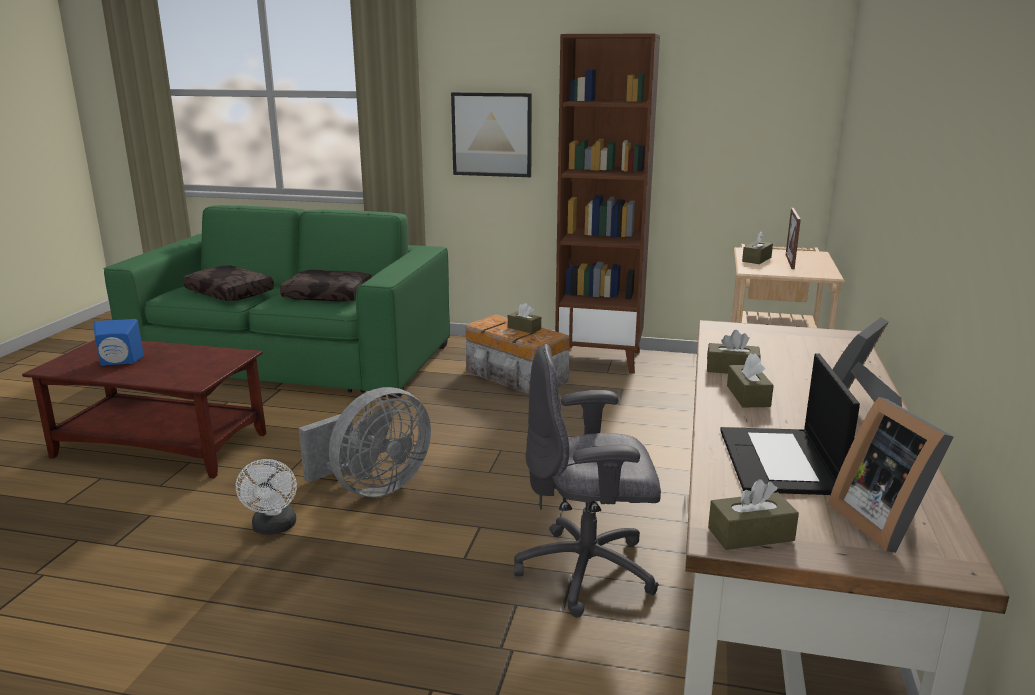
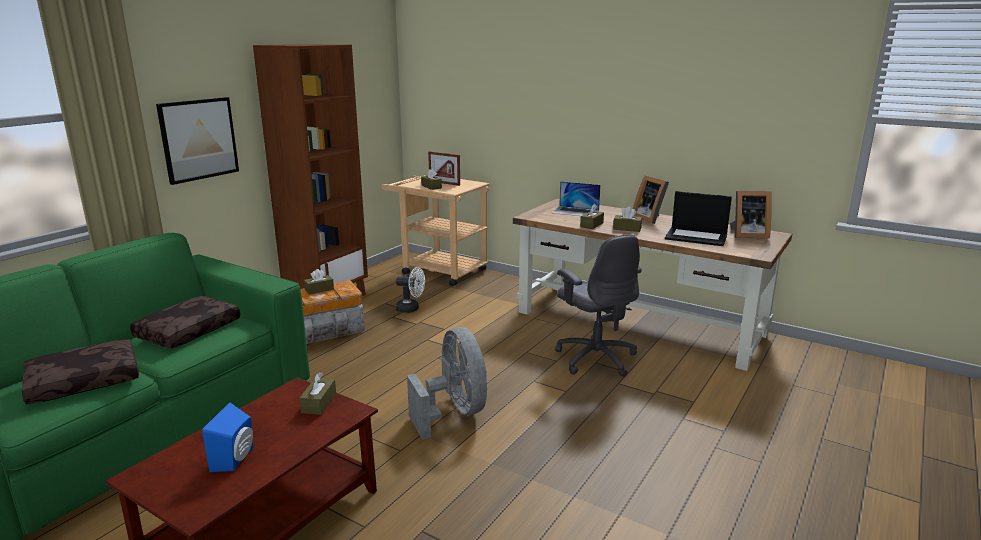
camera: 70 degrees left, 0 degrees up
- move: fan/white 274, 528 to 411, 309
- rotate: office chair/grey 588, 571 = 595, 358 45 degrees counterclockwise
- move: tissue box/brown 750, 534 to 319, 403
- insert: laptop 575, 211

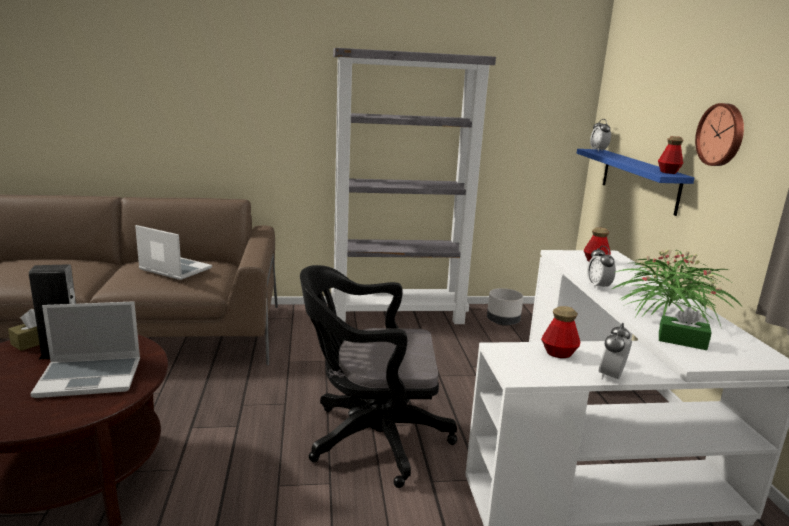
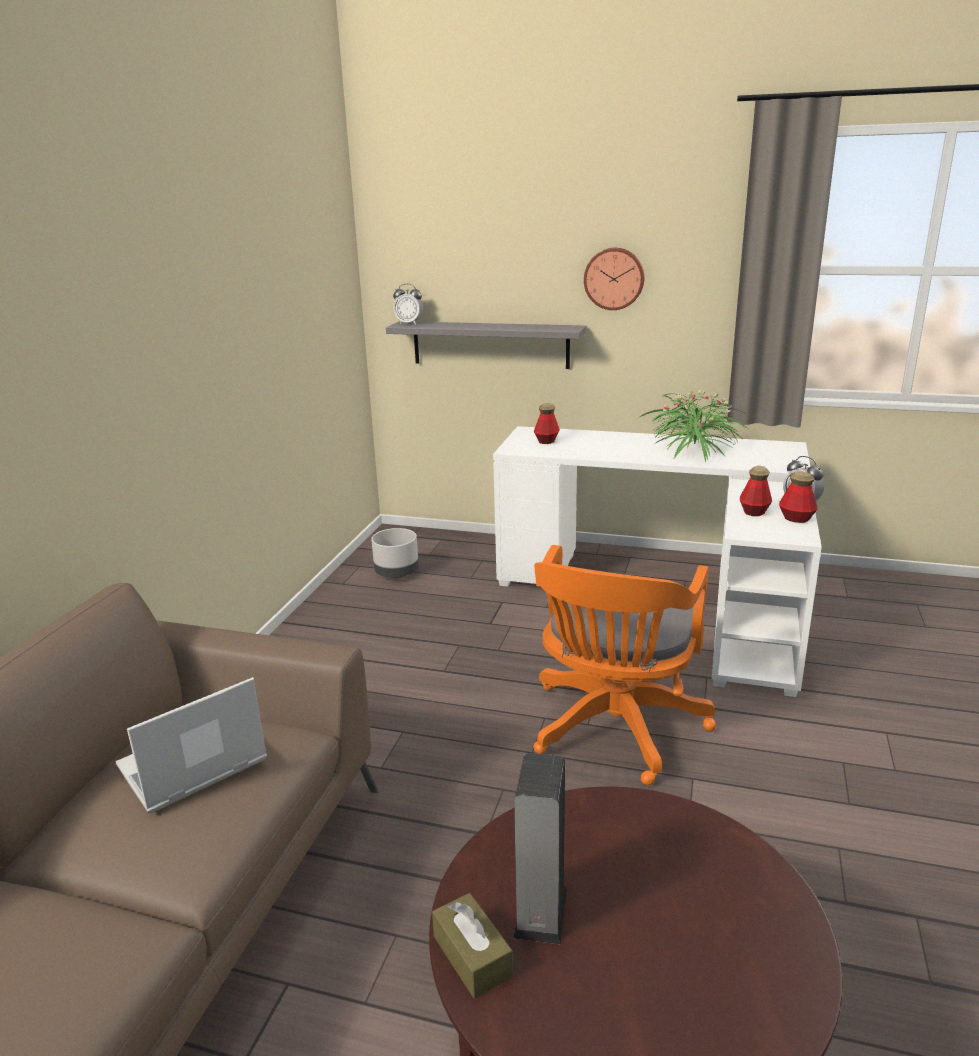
camera: 65 degrees left, 5 degrees up
- delete: laptop 91, 377
- recolor: office chair/black 370, 438 to office chair/orange 614, 730
- delete: bookcase/grey 398, 315
- recolor: shelf/blue 639, 180 to shelf/grey 490, 344
- delete: alarm clock 598, 287
- move: bottle 668, 172 to 796, 518
- delete: tissue box/green 682, 341

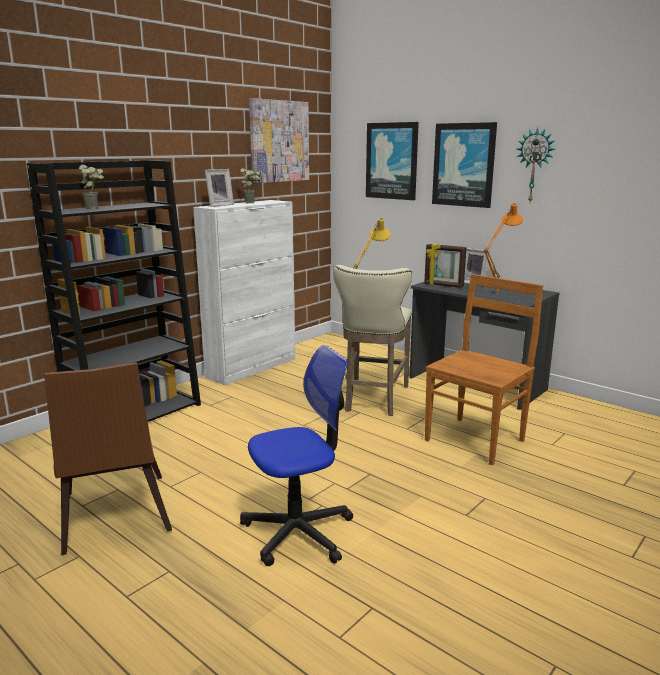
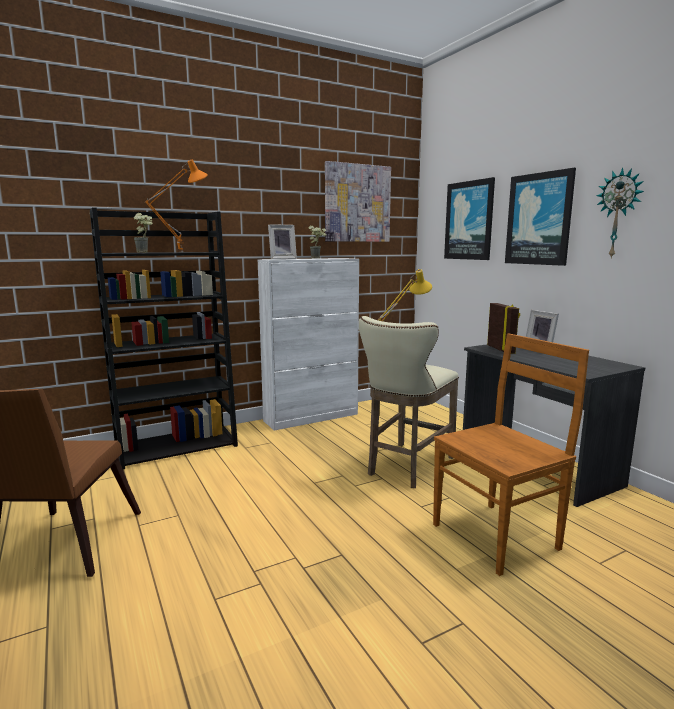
camera: 20 degrees right, 5 degrees down
- delete: office chair 298, 532
- rotate: picture frame 443, 285 = 501, 349 150 degrees counterclockwise
- move: table lamp/orange 495, 293 to 181, 252

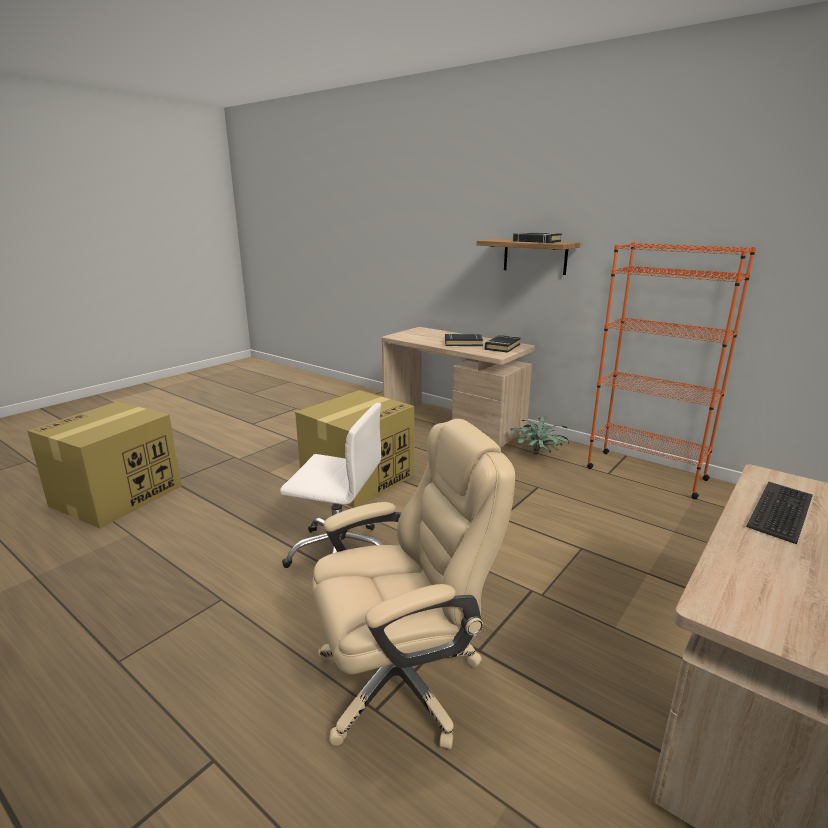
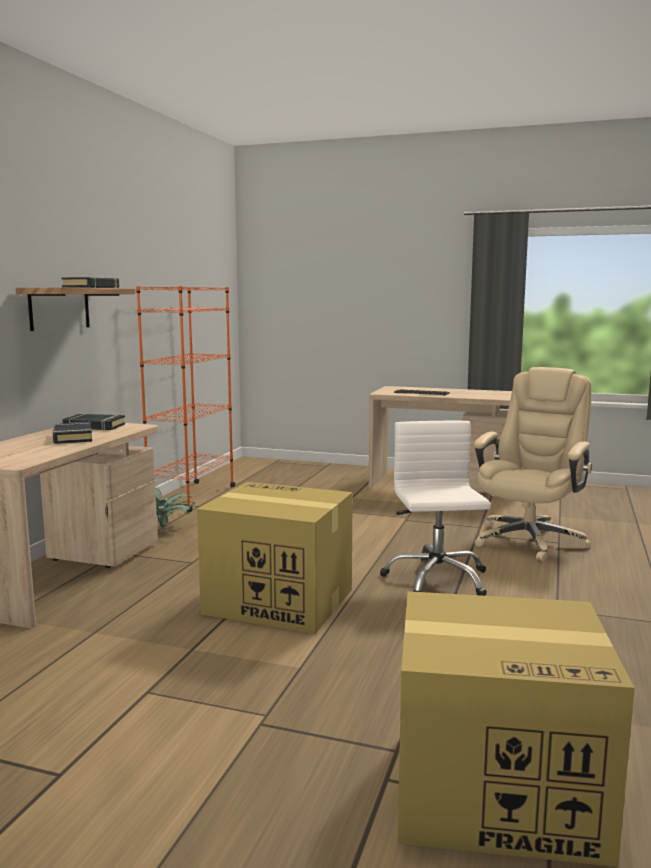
camera: 110 degrees left, 10 degrees down
- rotate: office chair/beige 402, 680 = 529, 540 75 degrees clockwise

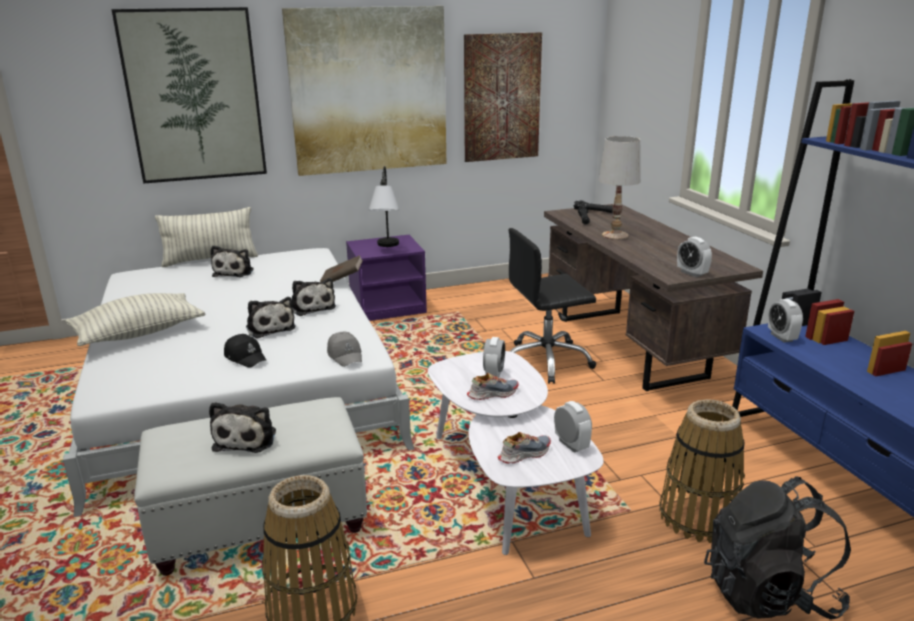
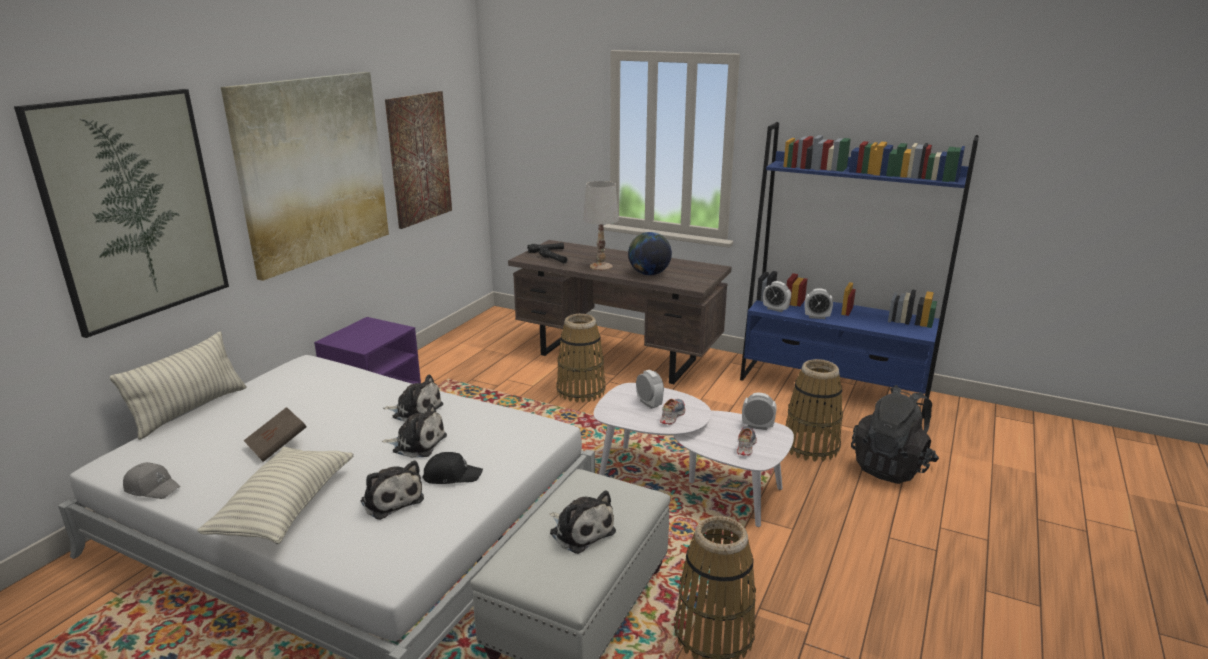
camera: 45 degrees left, 0 degrees up
- move: plush toy 234, 272 to 391, 499
- move: book/brown 342, 280 to 277, 446
- move: cap/grey 345, 355 to 152, 488
- delete: table lamp 386, 248
- replace: office chair/black 546, 361 to basket 580, 390
- move: alarm clock 692, 273 to 817, 317
- insert: globe 649, 274

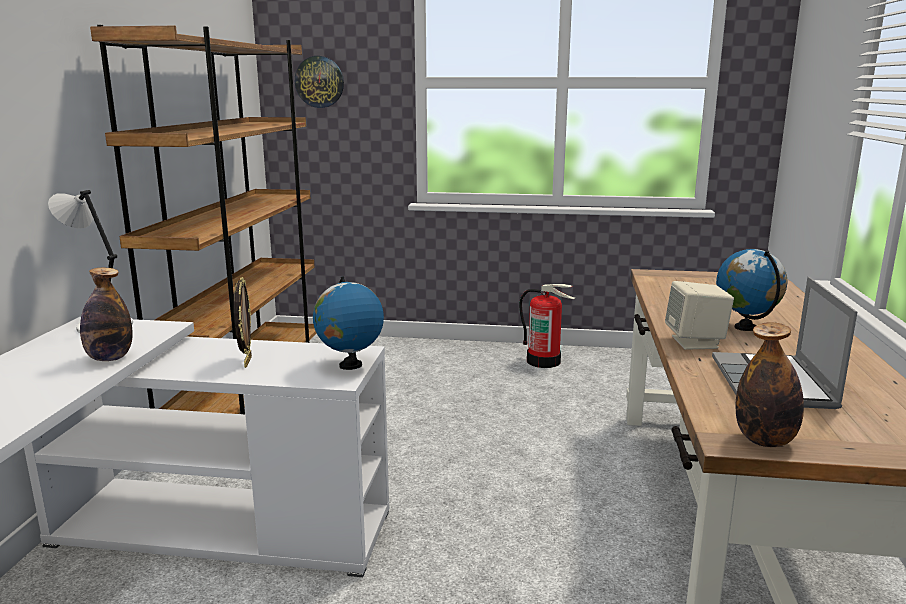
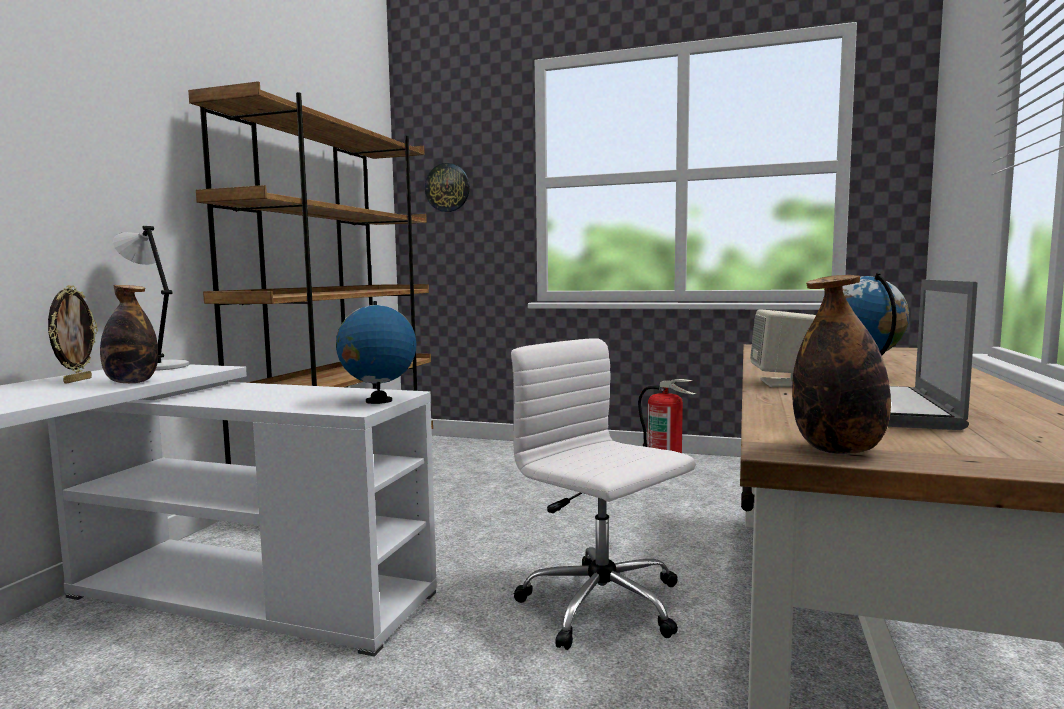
camera: 10 degrees right, 10 degrees down
- move: picture frame 246, 361 to 77, 380
- insert: office chair/white 604, 606

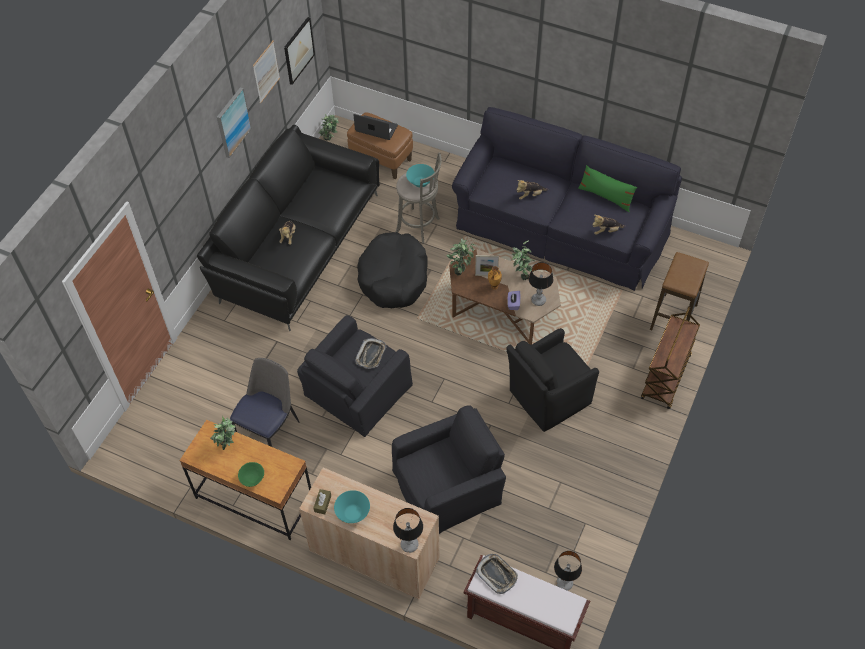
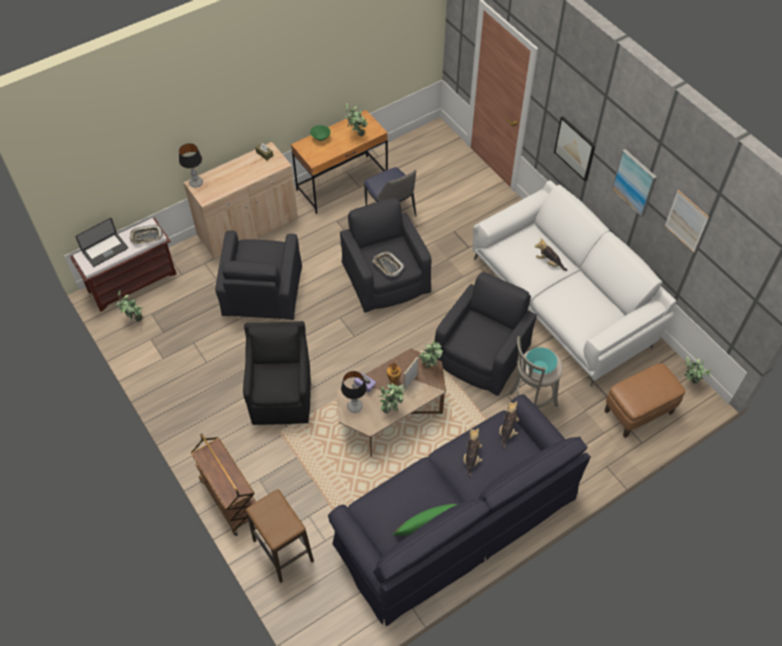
camera: 120 degrees right, 0 degrees up
- recolor: sofa/black 297, 245 to sofa/white 563, 301
- move: picture 298, 50 to 575, 148
- delete: bowl/turquoise 353, 513
- move: laptop 376, 128 to 105, 250
- replace: dog bed/black 394, 278 to armchair/black 482, 352
- replace: table lamp 564, 583 to potted plant 134, 319
- move: plush toy 606, 231 to 507, 430

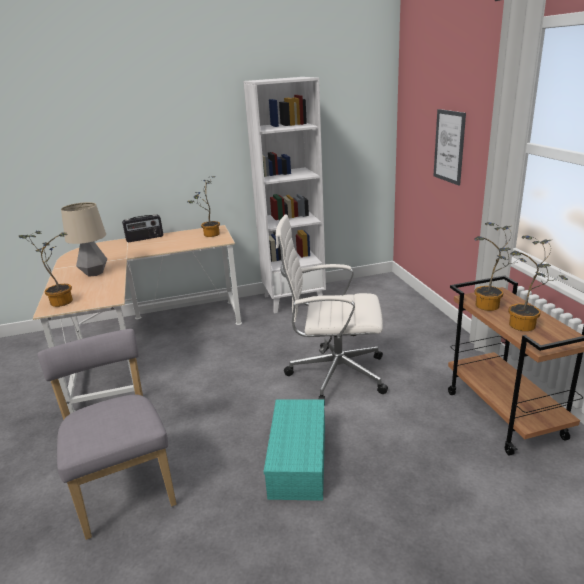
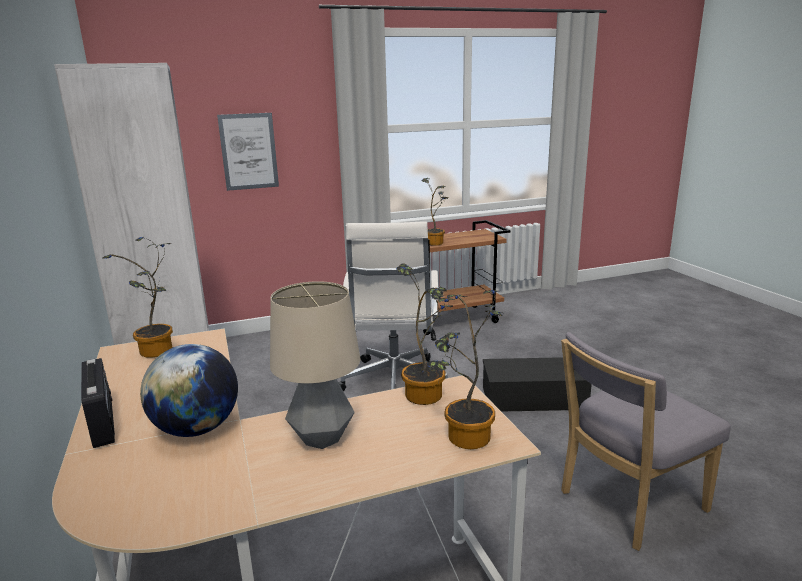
camera: 95 degrees left, 5 degrees down
- recolor: storage box/turquoise 299, 460 to storage box/black 535, 397
- move: potted plant 526, 327 to 428, 393
- insert: globe 197, 429

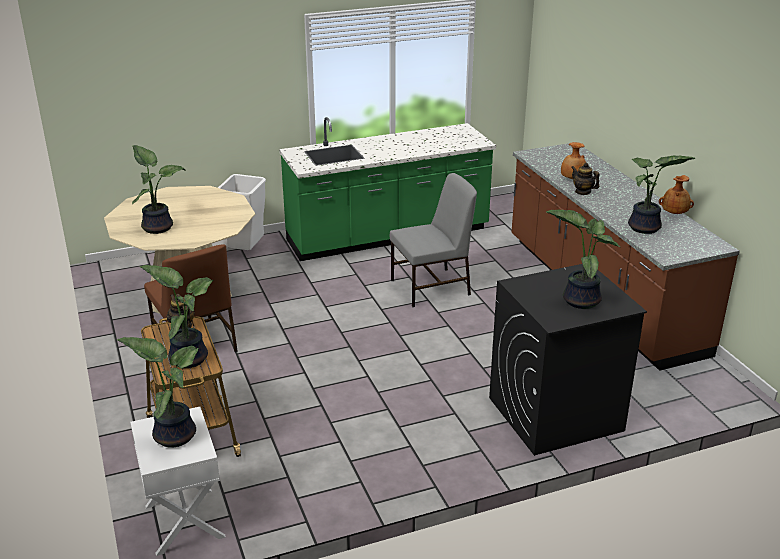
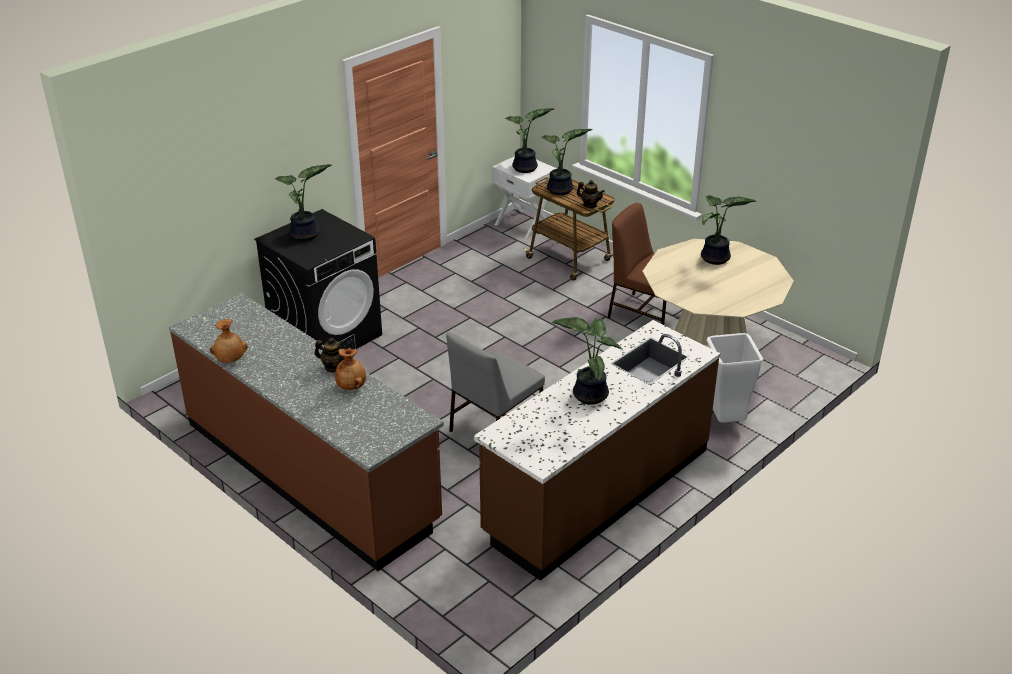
camera: 155 degrees right, 5 degrees up
- recolor: counter/green 388, 236 to counter/brown 597, 491
- move: potted plant 645, 229 to 588, 394

